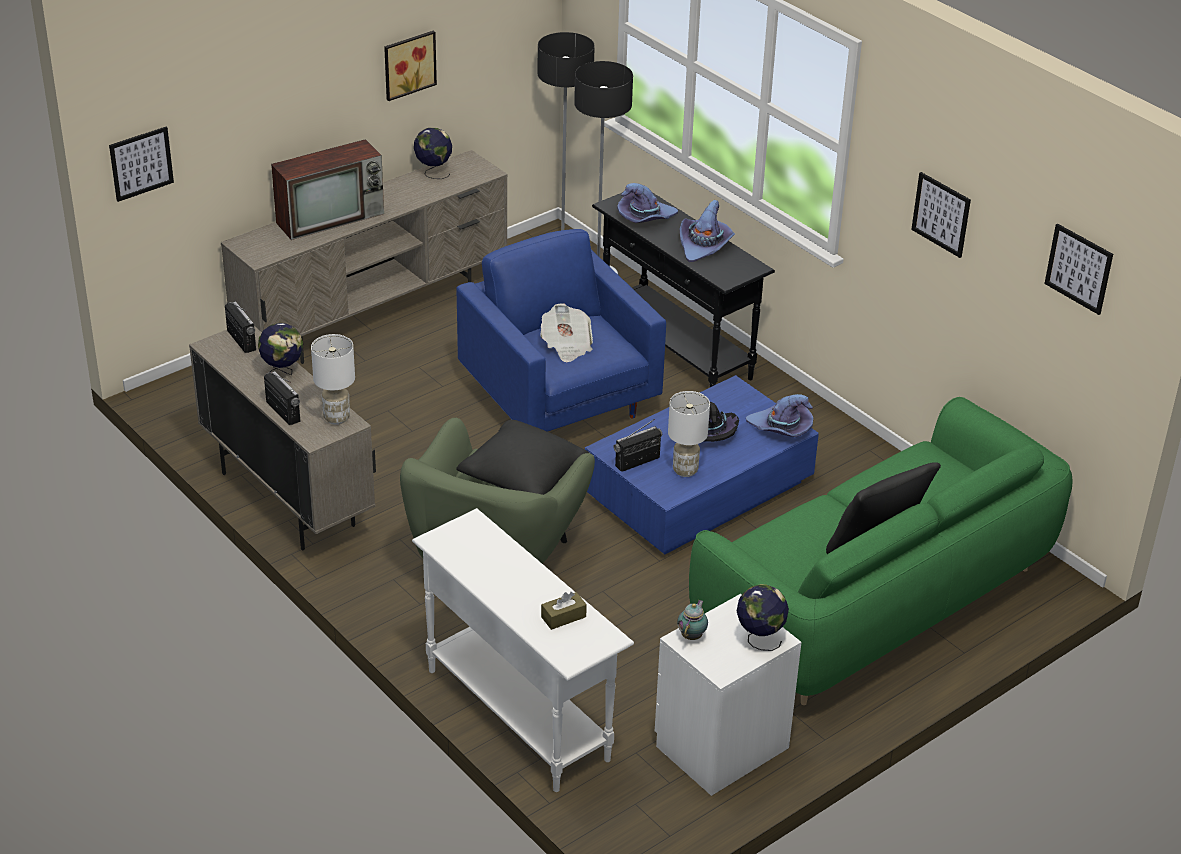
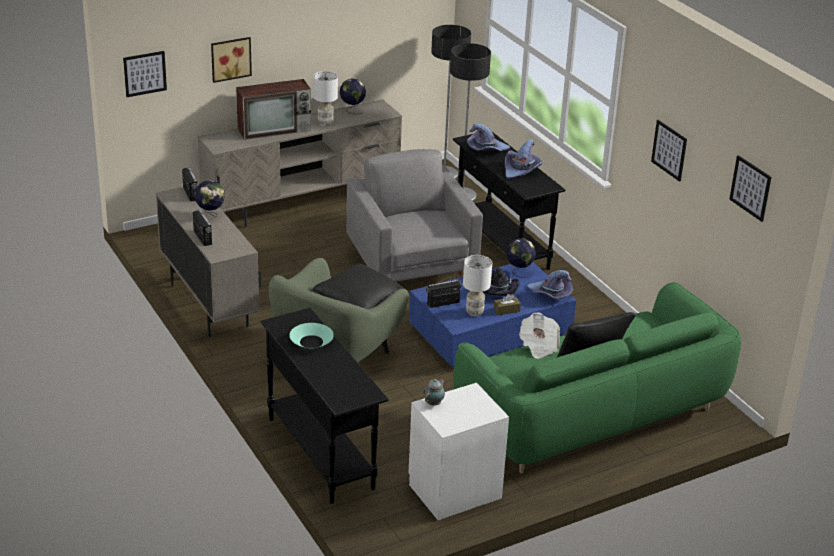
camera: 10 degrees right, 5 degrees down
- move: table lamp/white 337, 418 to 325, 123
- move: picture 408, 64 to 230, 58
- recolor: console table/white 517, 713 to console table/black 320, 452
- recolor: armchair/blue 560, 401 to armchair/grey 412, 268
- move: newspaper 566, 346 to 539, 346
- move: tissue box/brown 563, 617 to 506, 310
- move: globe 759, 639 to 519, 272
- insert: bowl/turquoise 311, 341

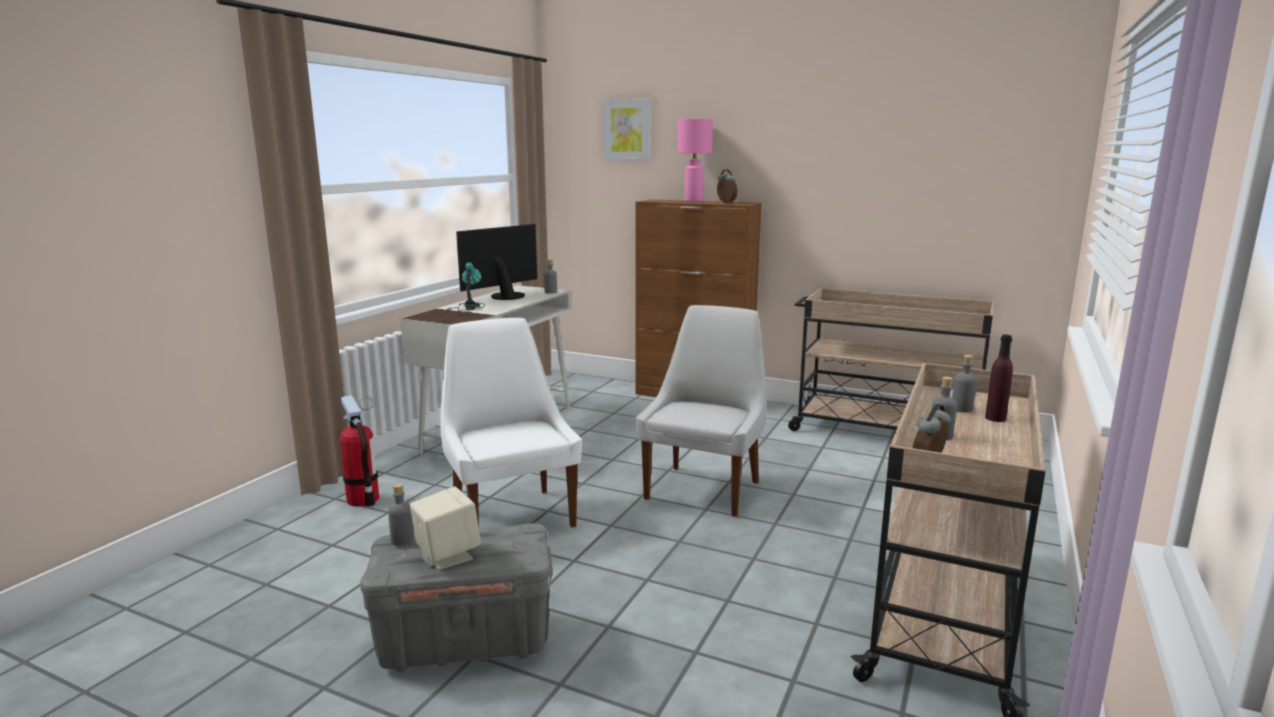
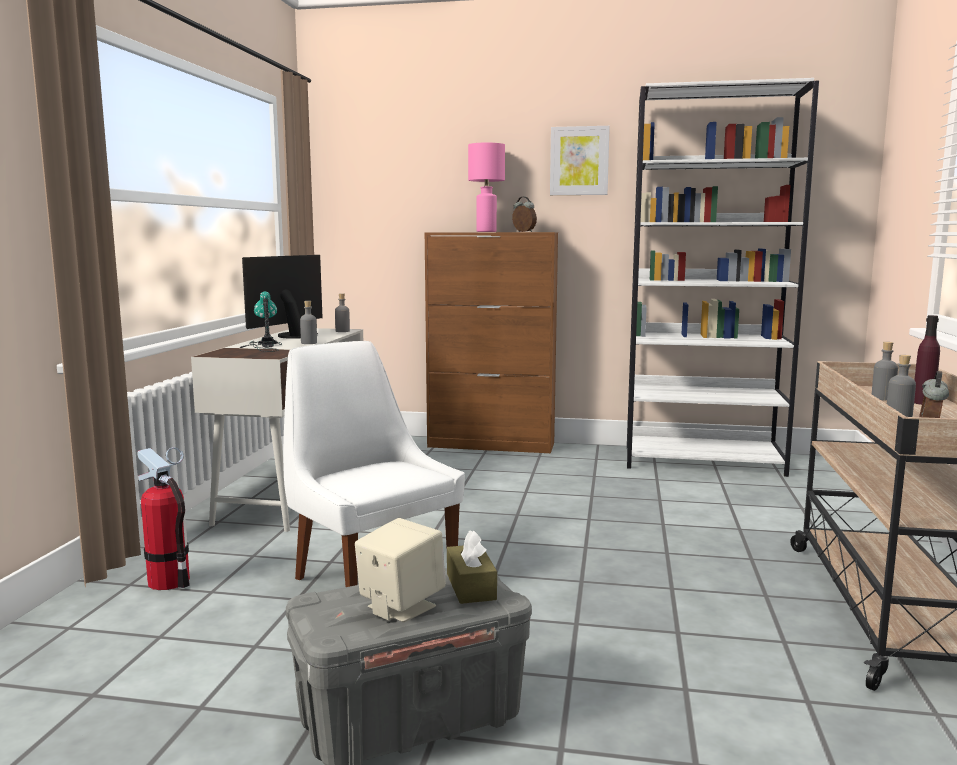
camera: 15 degrees left, 5 degrees down
- move: bottle/grey 402, 539 to 309, 343
- move: picture 627, 130 to 579, 161
- delete: chair/white 704, 488
- replace: cart/beige 883, 431 to bookcase/white 703, 461
- insert: tissue box/brown 471, 586

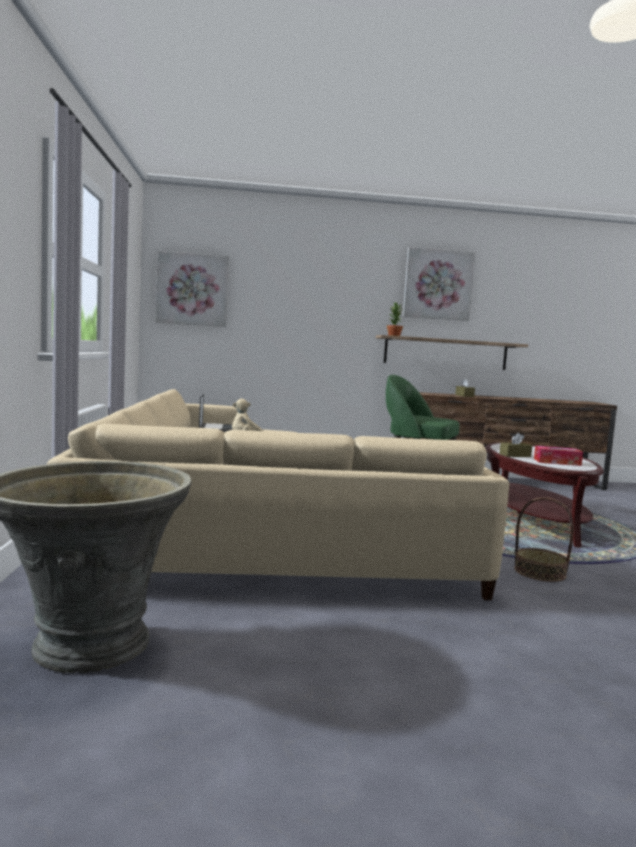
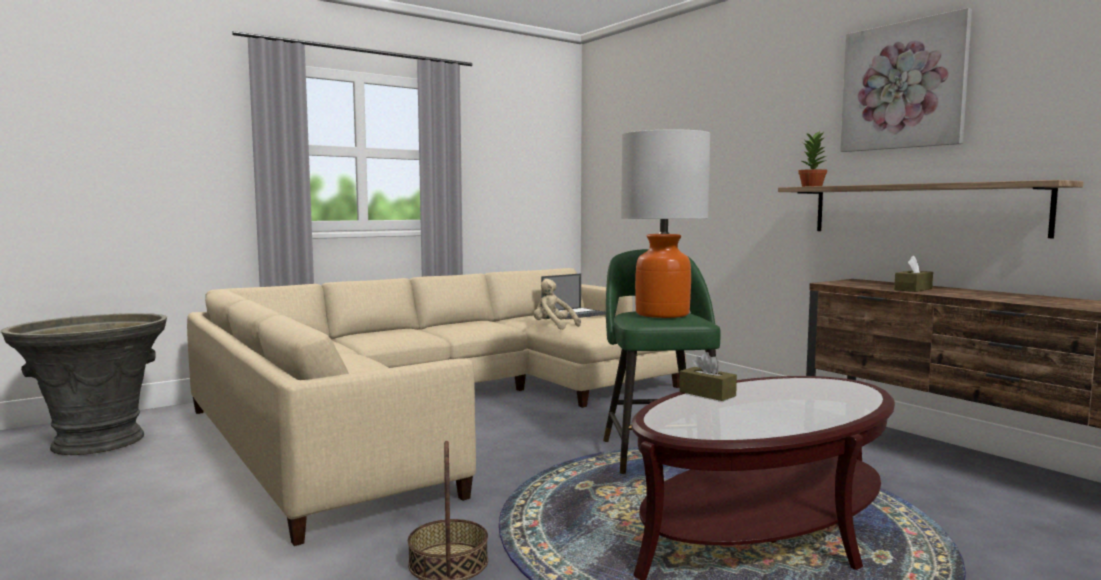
camera: 60 degrees right, 0 degrees up
- delete: picture 192, 289
- delete: tissue box 557, 462
- insert: table lamp 662, 314

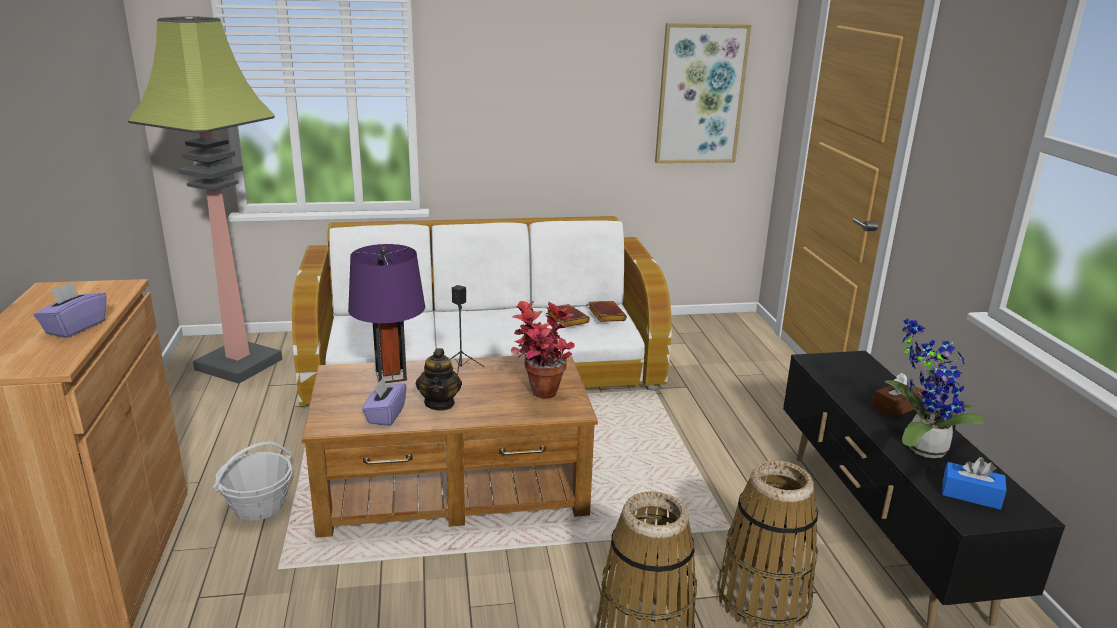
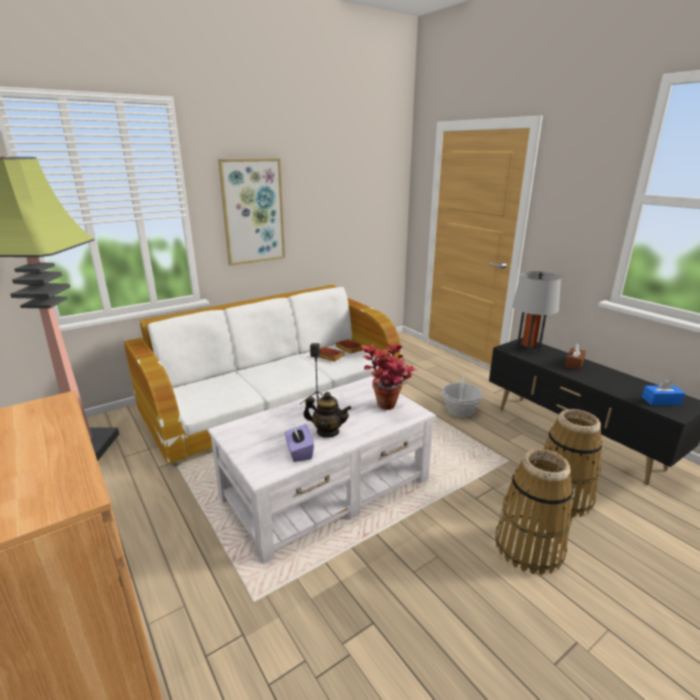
camera: 25 degrees left, 0 degrees up
- delete: tissue box/purple 75, 327
- move: basket 258, 506 to 460, 410
- recolor: coffee table/brown 454, 485 to coffee table/white 327, 488
- delete: table lamp/purple 391, 375
- rotate: teapot 440, 403 = 327, 432 45 degrees counterclockwise
- move: picture 700, 94 to 253, 211
- delete: potted plant 920, 447
- insert: table lamp/grey 528, 348

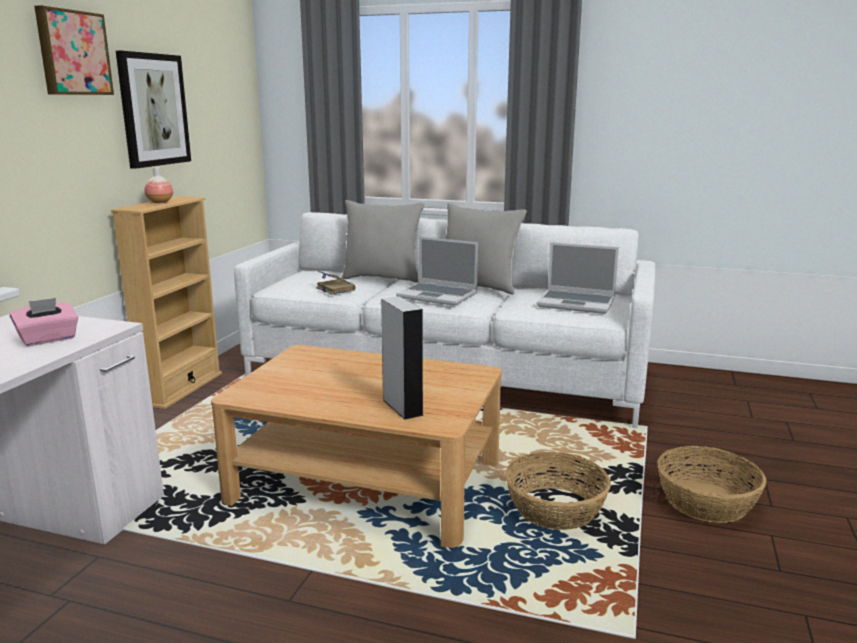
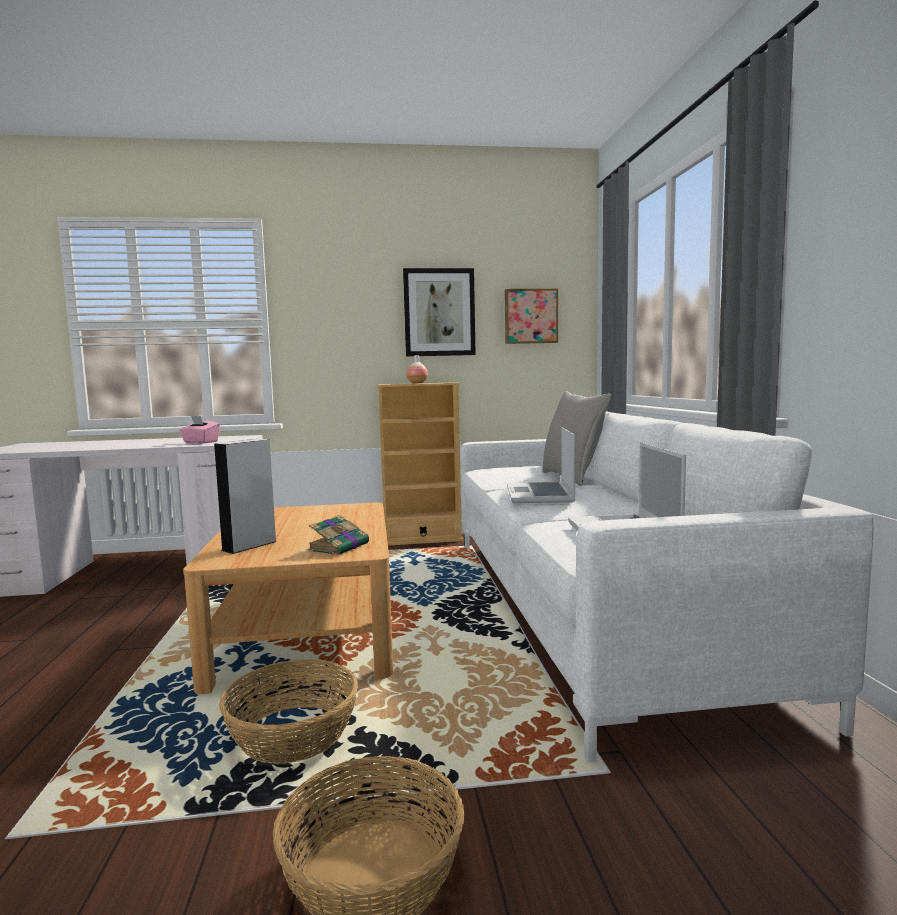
camera: 65 degrees right, 10 degrees down
- move: picture 72, 53 to 530, 316
- move: book 335, 289 to 340, 546
- delete: pillow/grey 478, 287

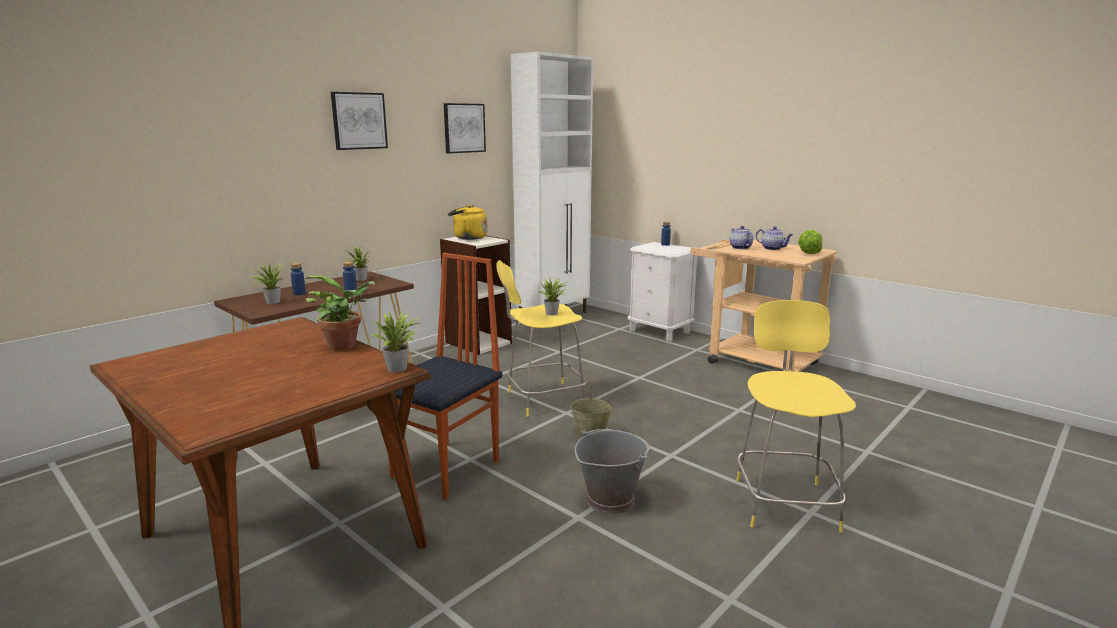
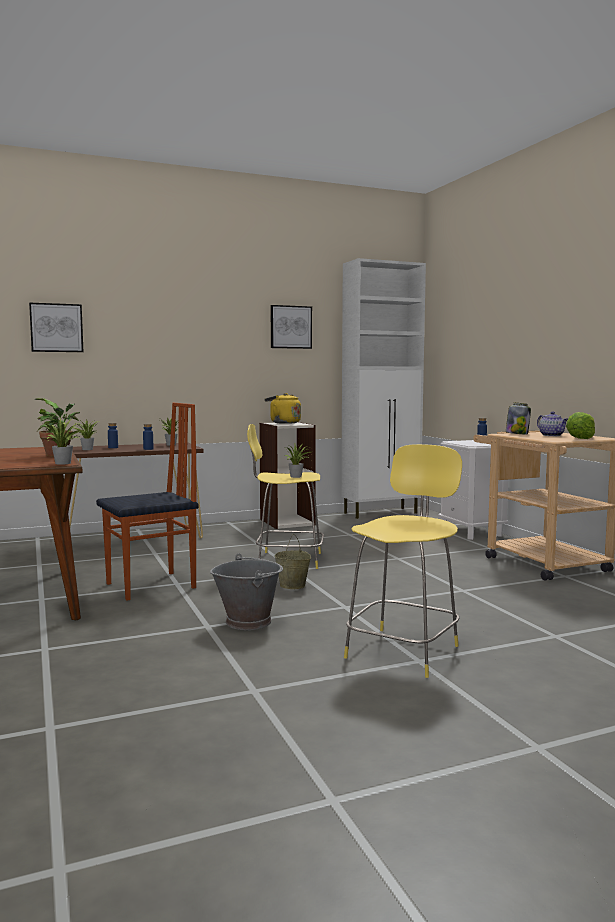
camera: 25 degrees right, 10 degrees down
- move: picture 359, 121 to 56, 328
- replace: teapot 740, 248 to jar 517, 434

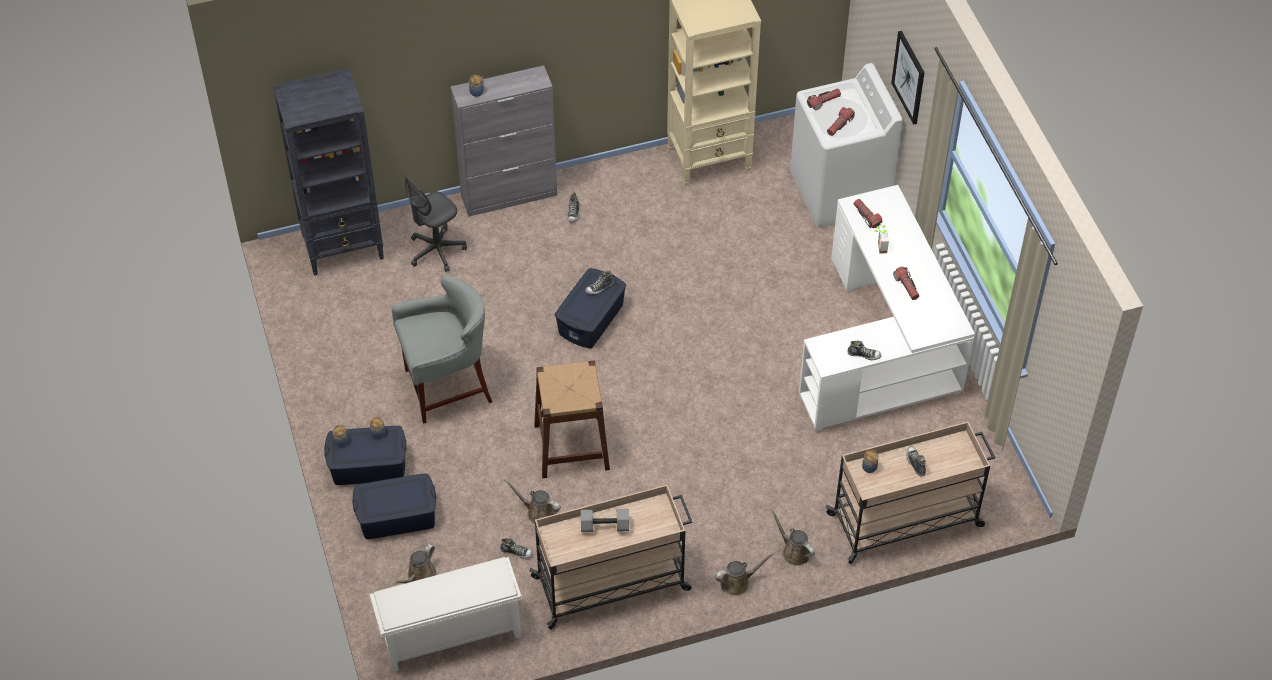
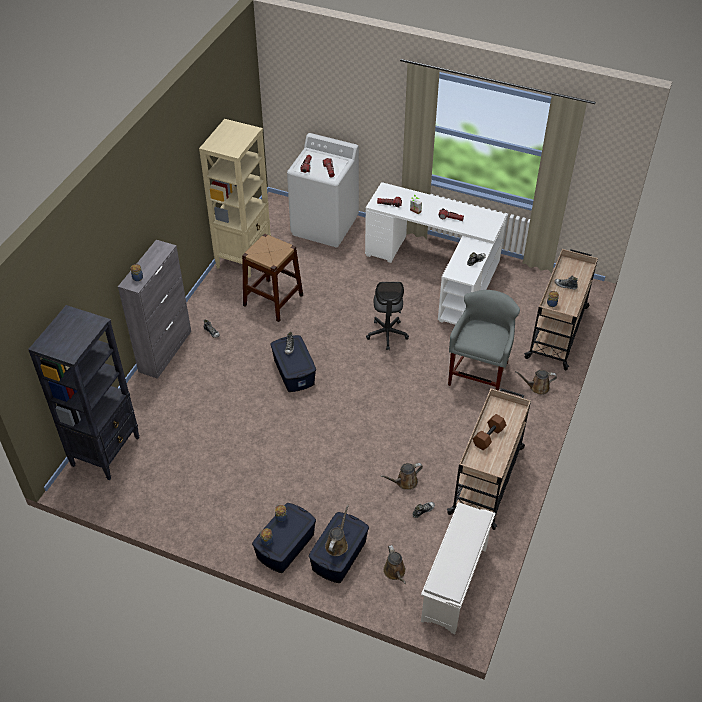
camera: 50 degrees left, 5 degrees down
- move: stool/grey 447, 388 to 479, 375
- move: office chair/grey 436, 251 to 387, 334
- move: stool/brown 571, 446 to 273, 300
- recolor: dumbbell/grey 605, 525 to dumbbell/brown 488, 436
- move: watering can/brown 738, 582 to 337, 544
- delete: picture 909, 77

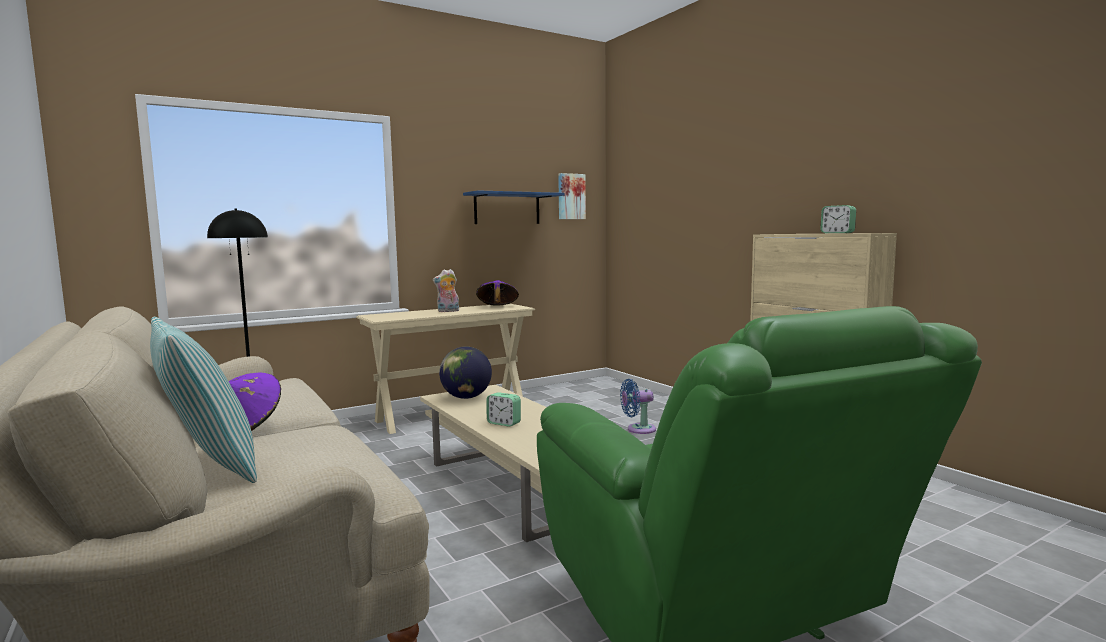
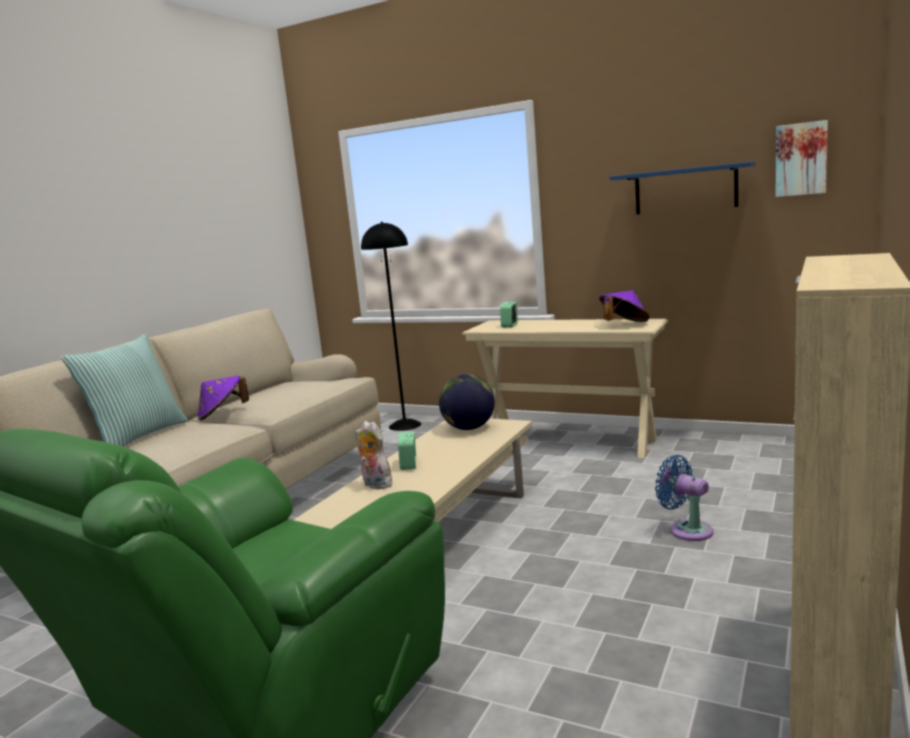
camera: 60 degrees right, 5 degrees up
- move: plush toy 447, 311 to 375, 485
- move: alarm clock 837, 233 to 509, 325

